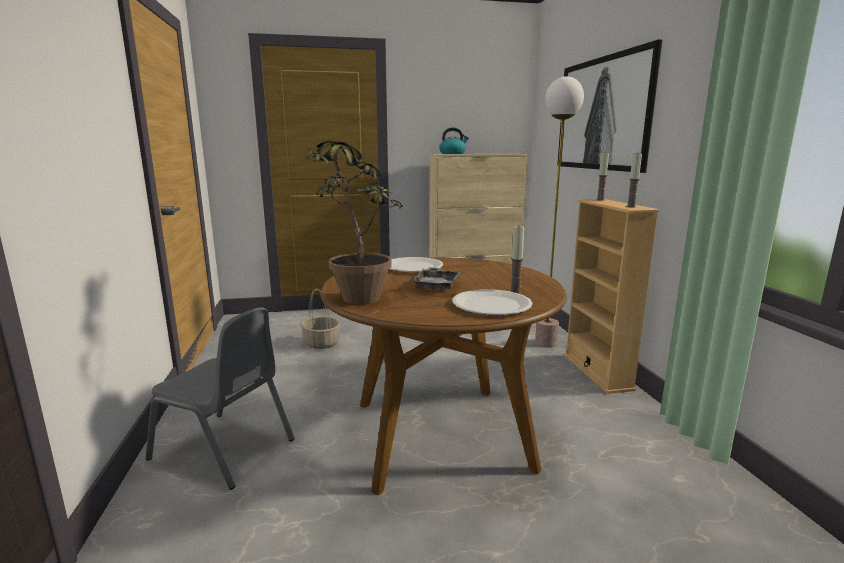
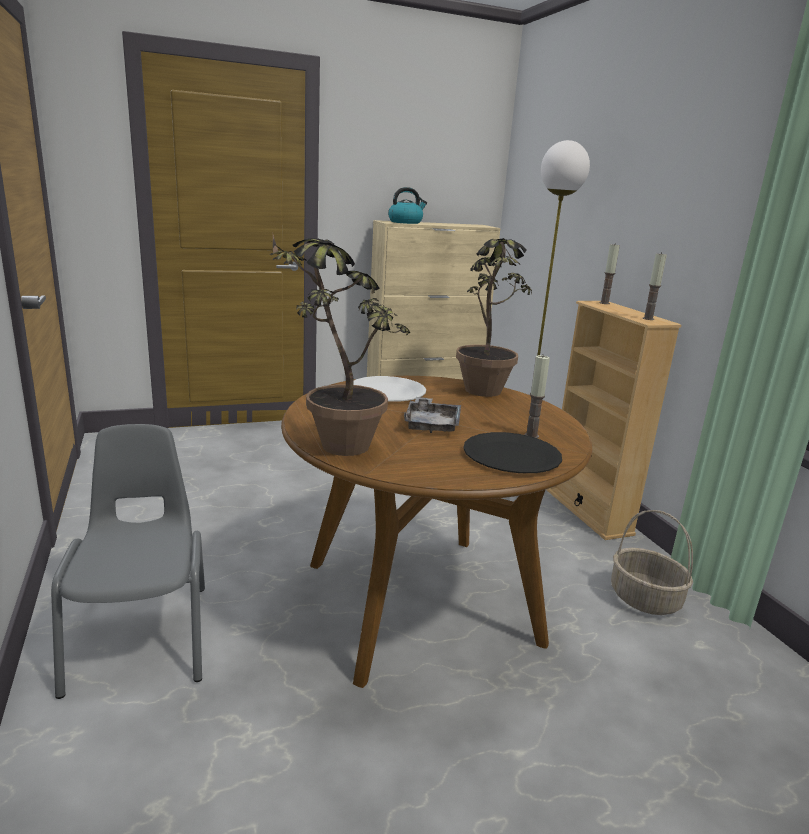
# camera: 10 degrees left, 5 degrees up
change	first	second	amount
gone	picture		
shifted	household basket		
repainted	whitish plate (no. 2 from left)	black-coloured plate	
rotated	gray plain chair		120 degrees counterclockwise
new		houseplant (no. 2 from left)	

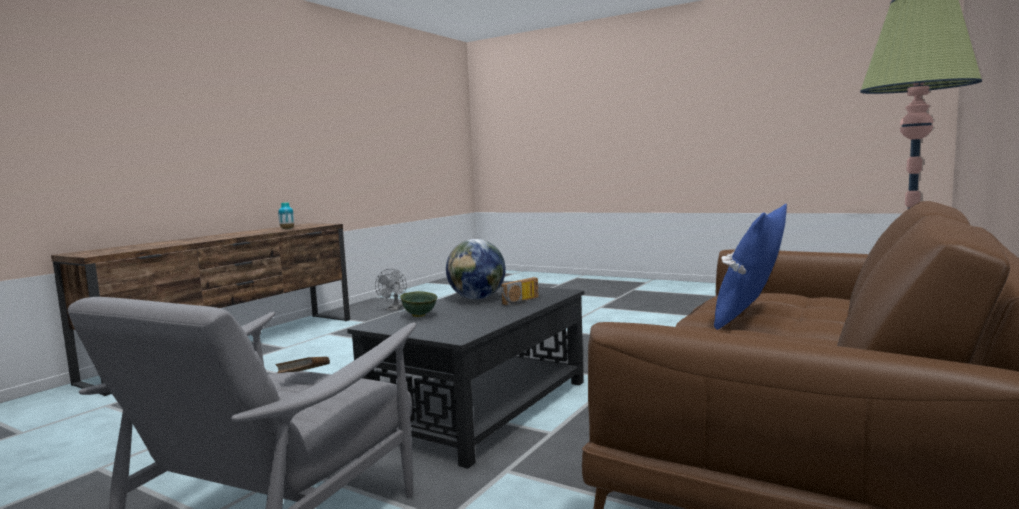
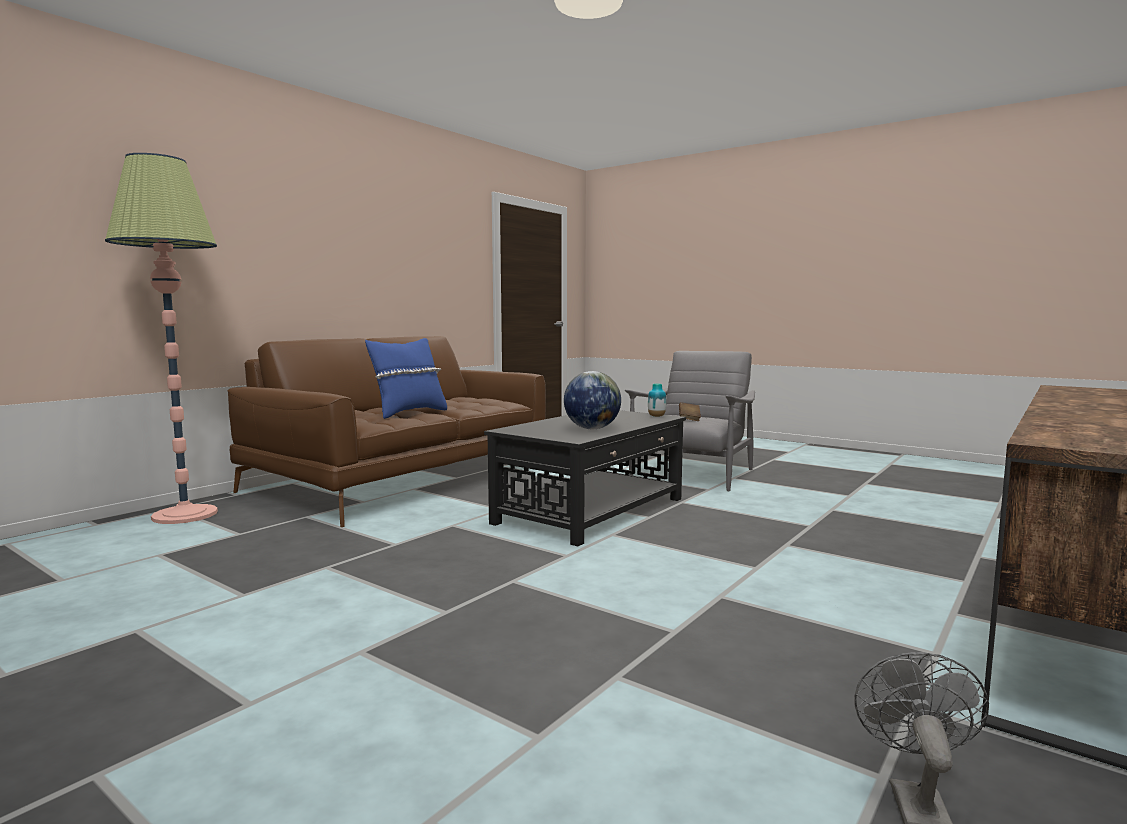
# camera: 175 degrees left, 0 degrees up
change	first	second	amount
shifted	flower vase		
gone	radio receiver		
gone	green-coloured deep dish		

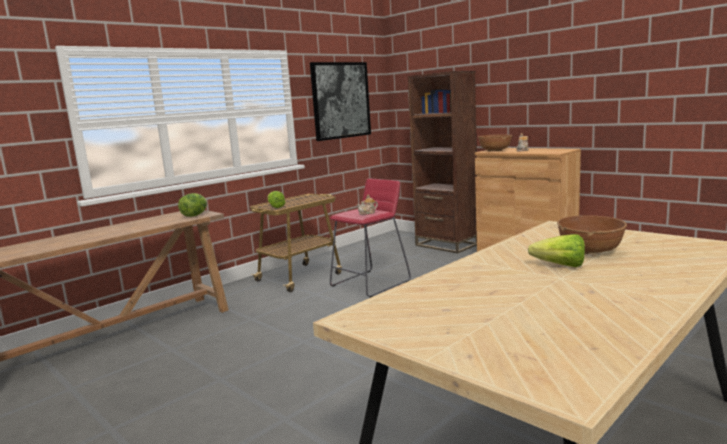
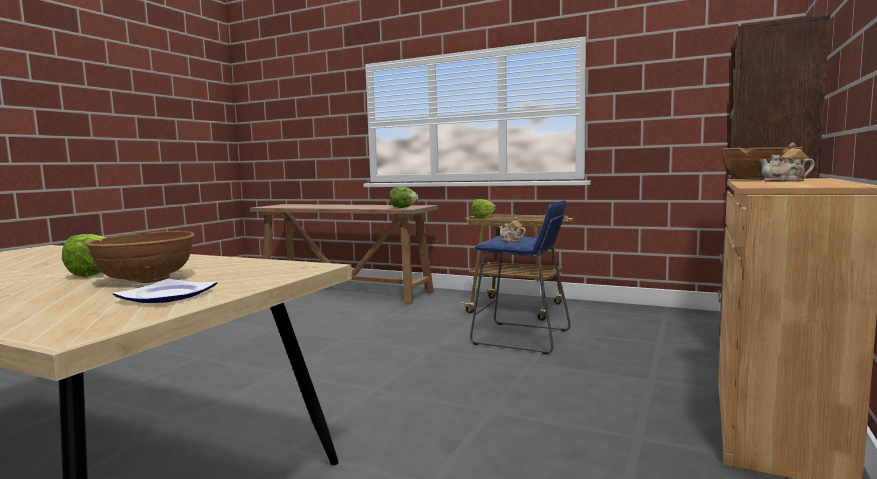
# camera: 70 degrees right, 5 degrees down
change	first	second	amount
gone	picture		
repainted	reddish stool	blue stool	
new		plate	

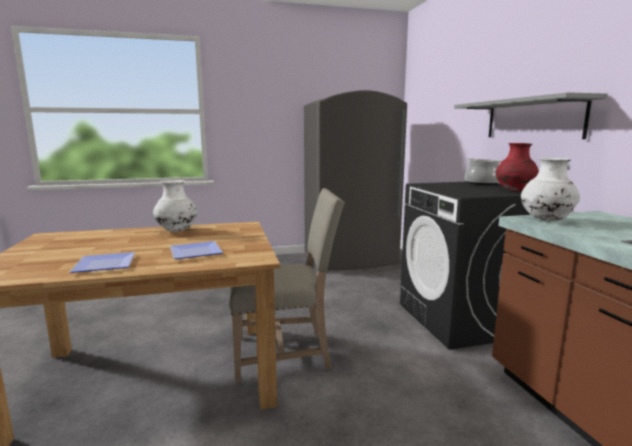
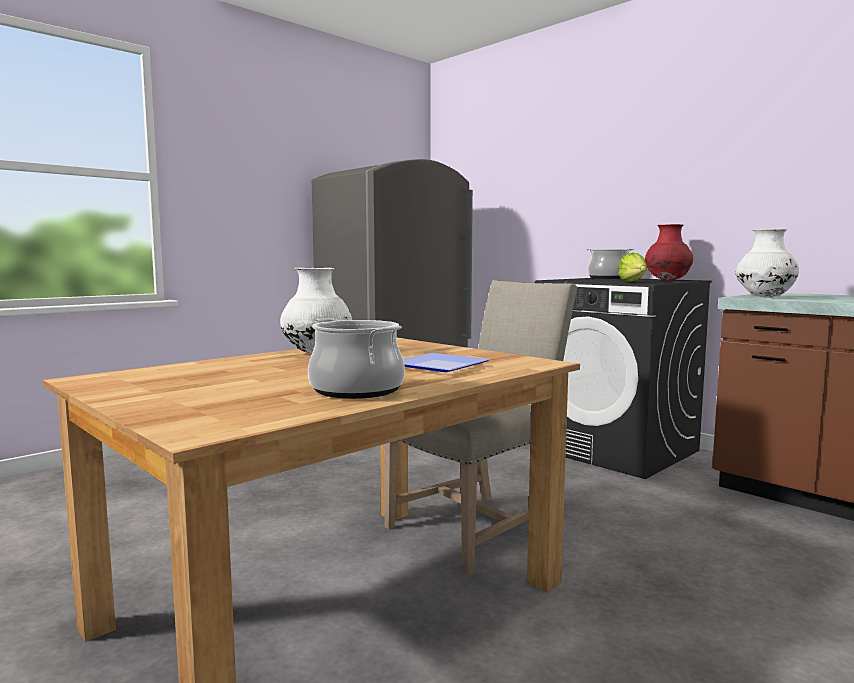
# camera: 30 degrees left, 5 degrees down
change	first	second	amount
gone	gray wall shelf		
swapped	plate (no. 1 from left)	saucepot (no. 1 from left)	
new		lettuce head	

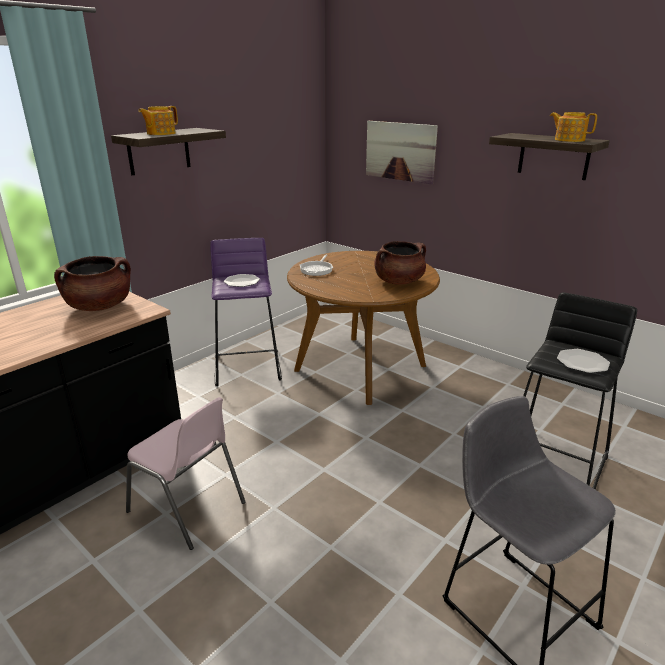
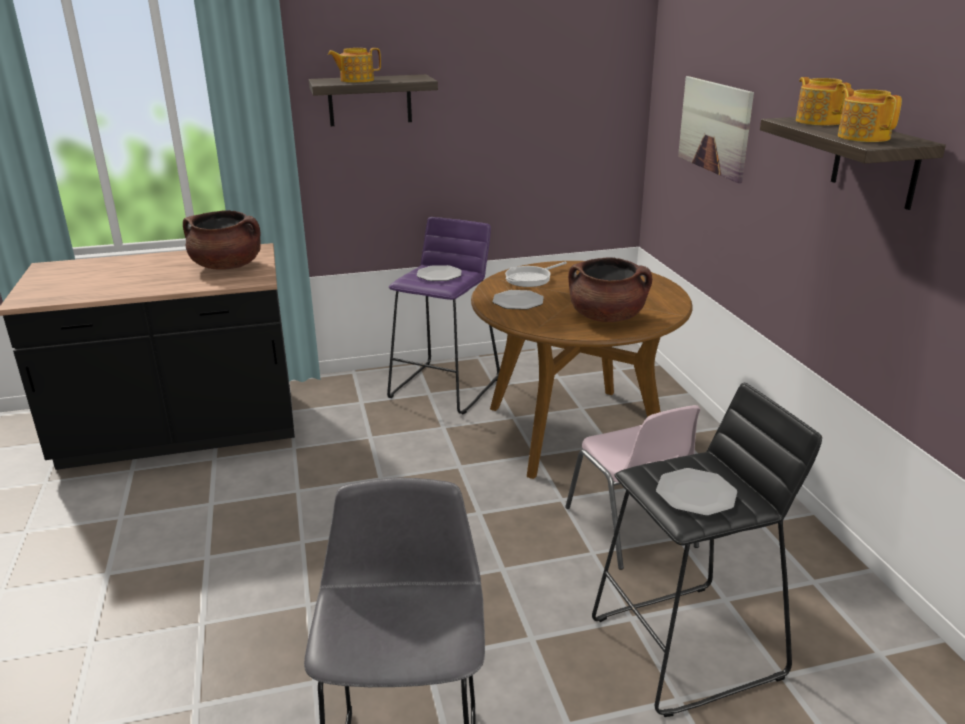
# camera: 35 degrees right, 0 degrees up
change	first	second	amount
shifted	pink plain chair		
new		teapot (no. 2 from left)	
new		plate (no. 2 from left)	

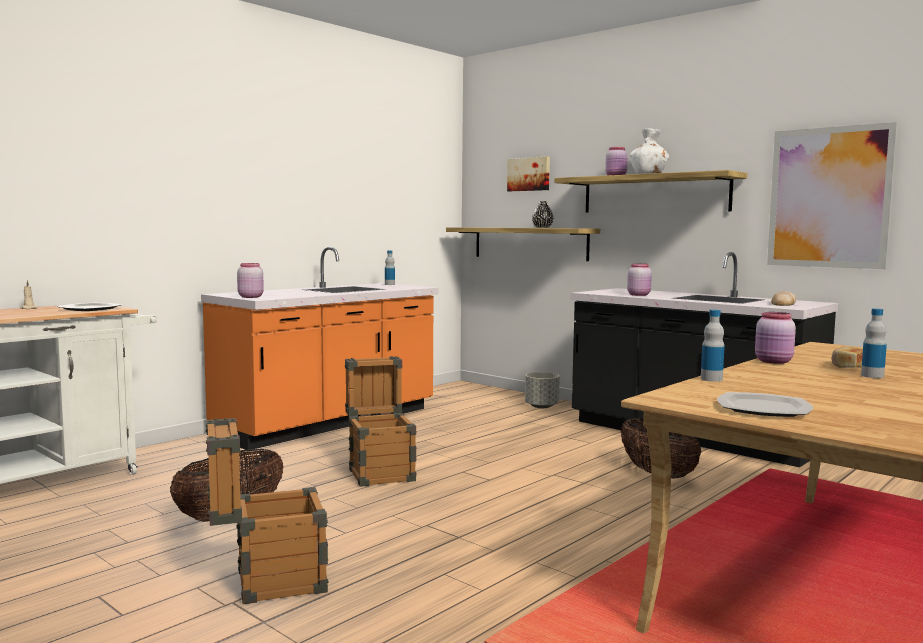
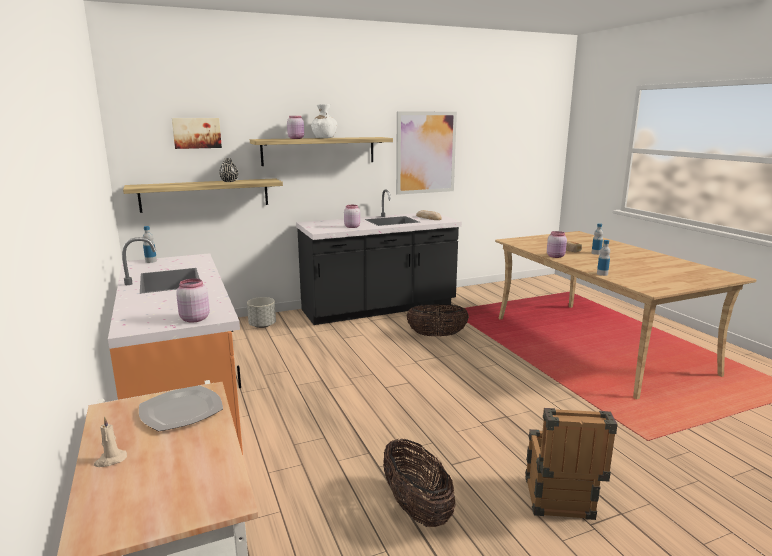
# camera: 65 degrees left, 10 degrees up
change	first	second	amount
gone	crate (no. 2 from left)		
gone	plate (no. 2 from left)		

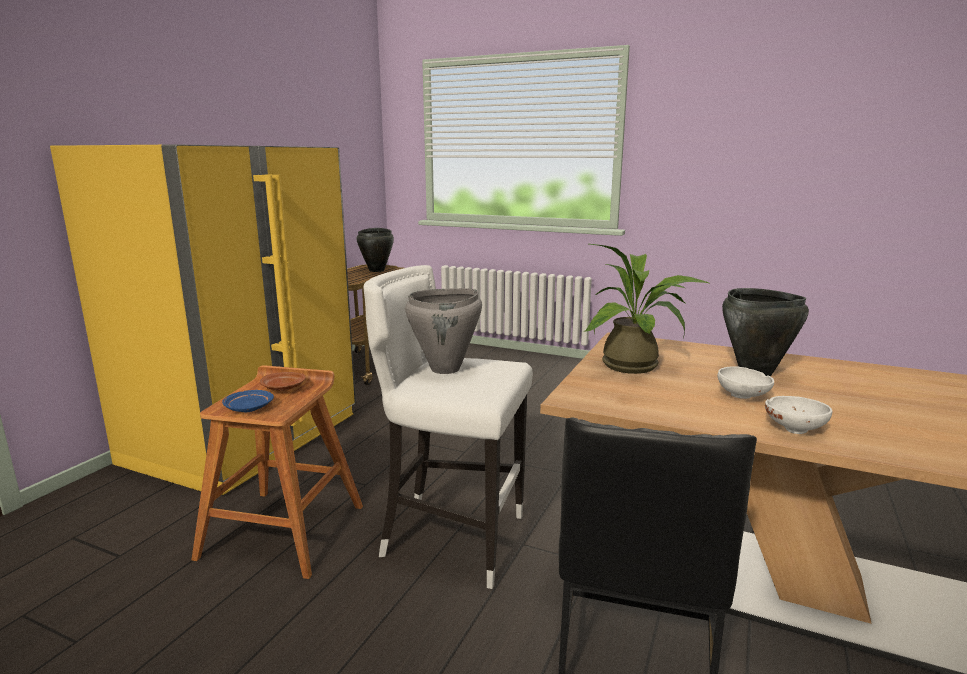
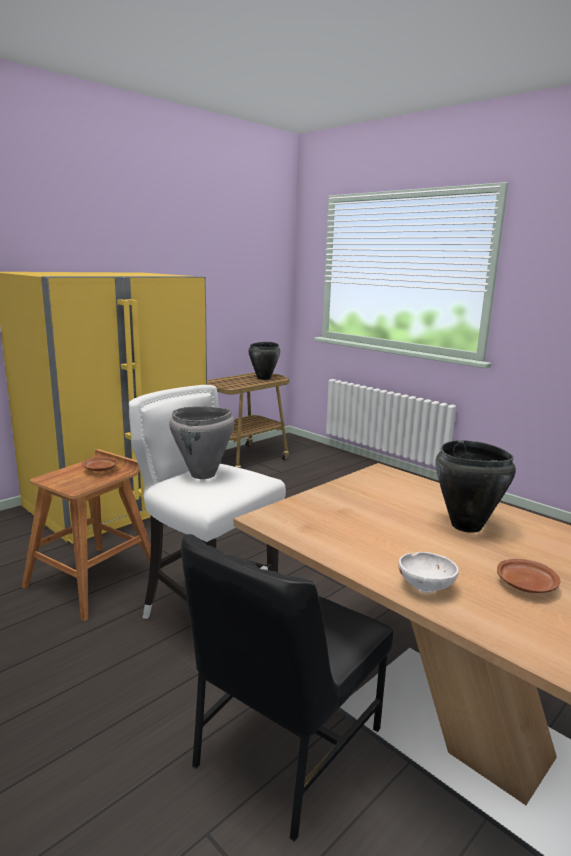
# camera: 20 degrees right, 0 degrees up
change	first	second	amount
gone	houseplant		
gone	whitish deep dish (no. 1 from left)		
gone	blue plate		
new		brown-coloured plate (no. 2 from left)	

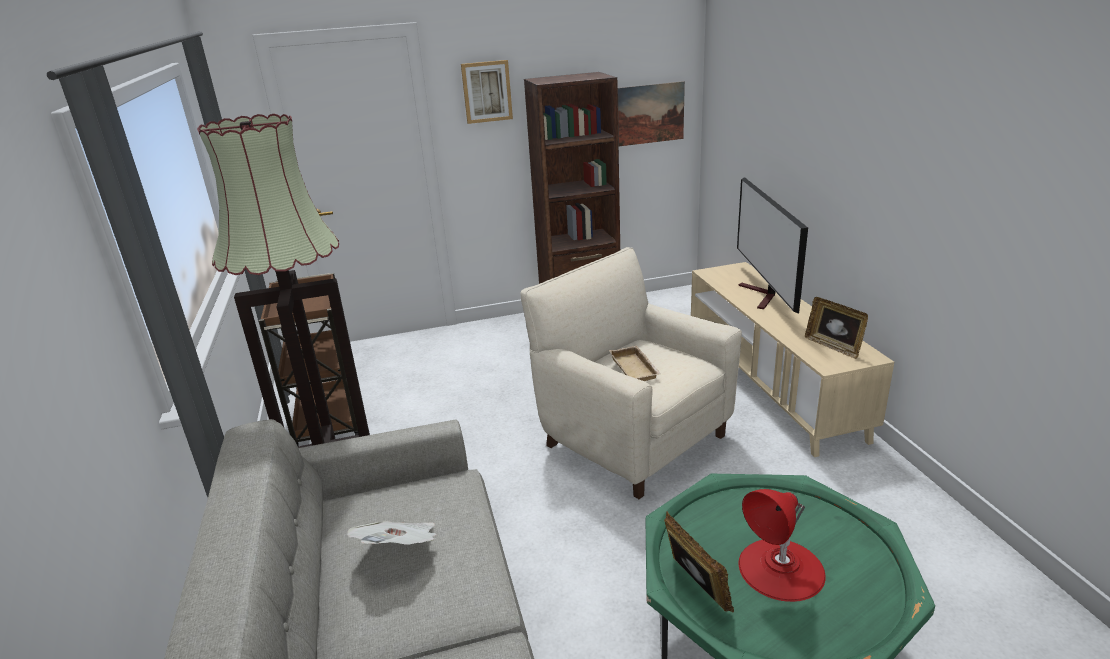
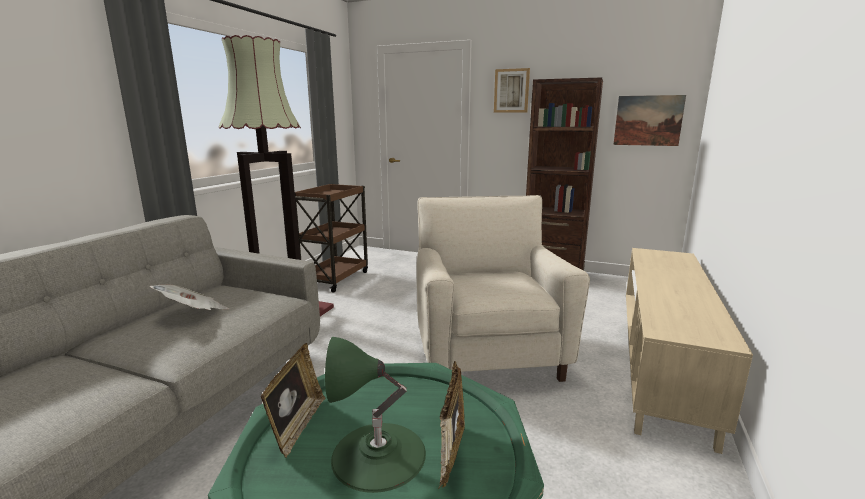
# camera: 35 degrees right, 10 degrees down
change	first	second	amount
gone	TV set		
shifted	picture frame (no. 2 from left)		
gone	beige serving tray		
repainted	reddish lamp for a table	green-coloured lamp for a table	

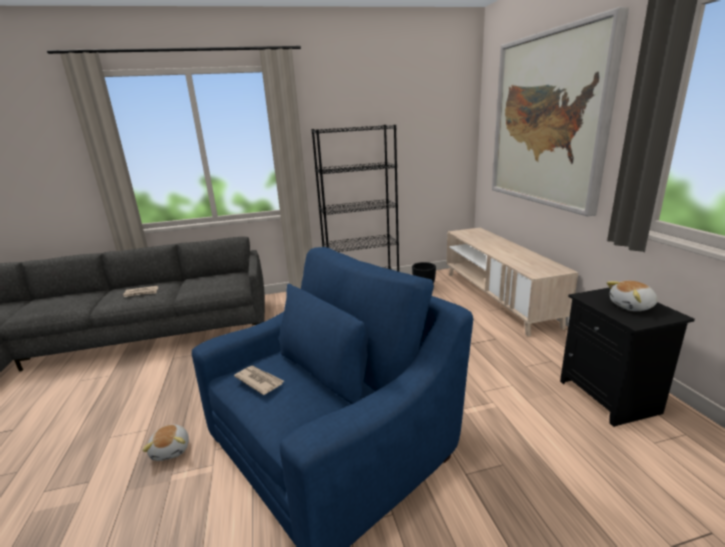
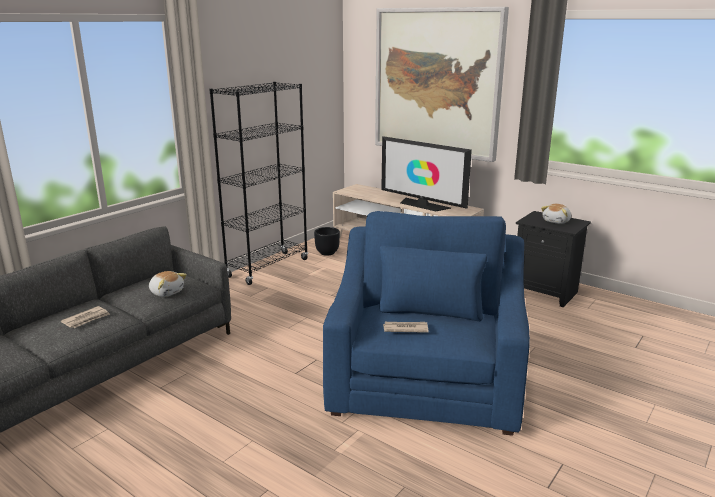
# camera: 40 degrees left, 0 degrees up
change	first	second	amount
shifted	soft toy (no. 1 from left)		
new		TV set	

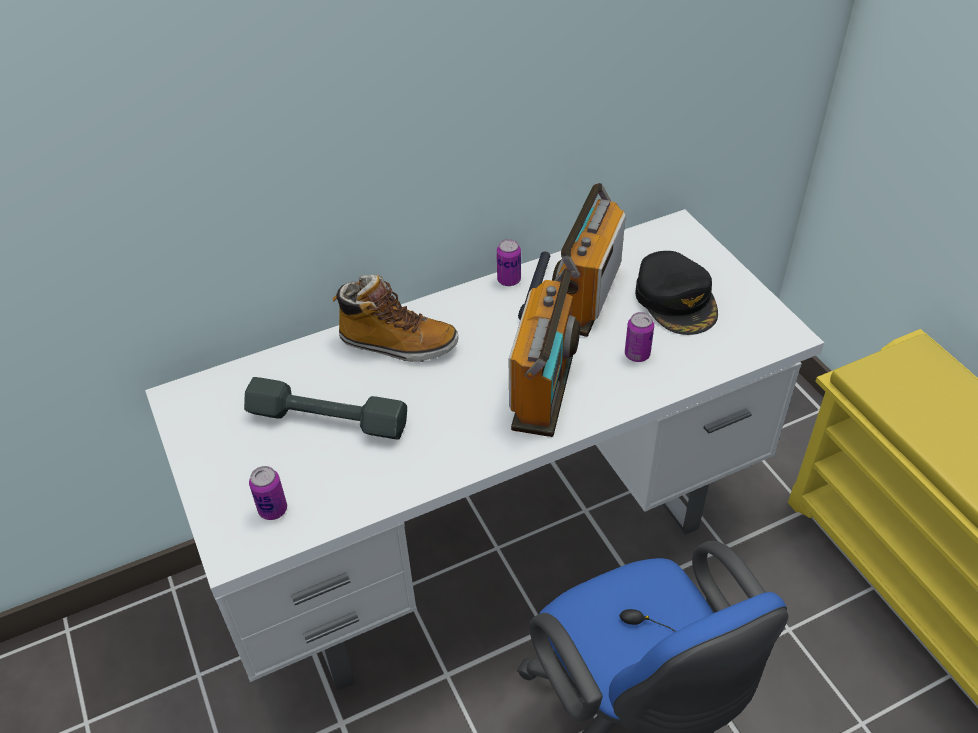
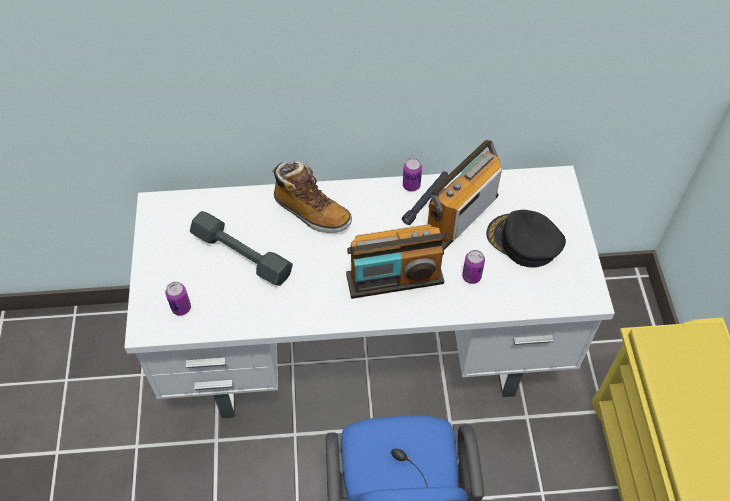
# camera: 20 degrees right, 10 degrees up
change	first	second	amount
rotated	black-coloured cap		120 degrees clockwise
rotated	radio receiver (no. 1 from left)		45 degrees clockwise

